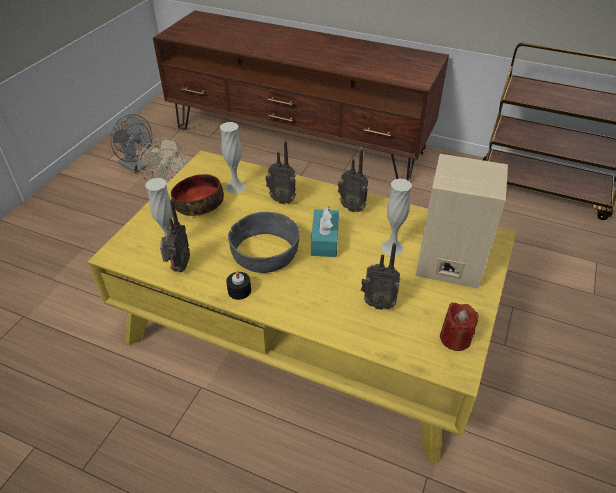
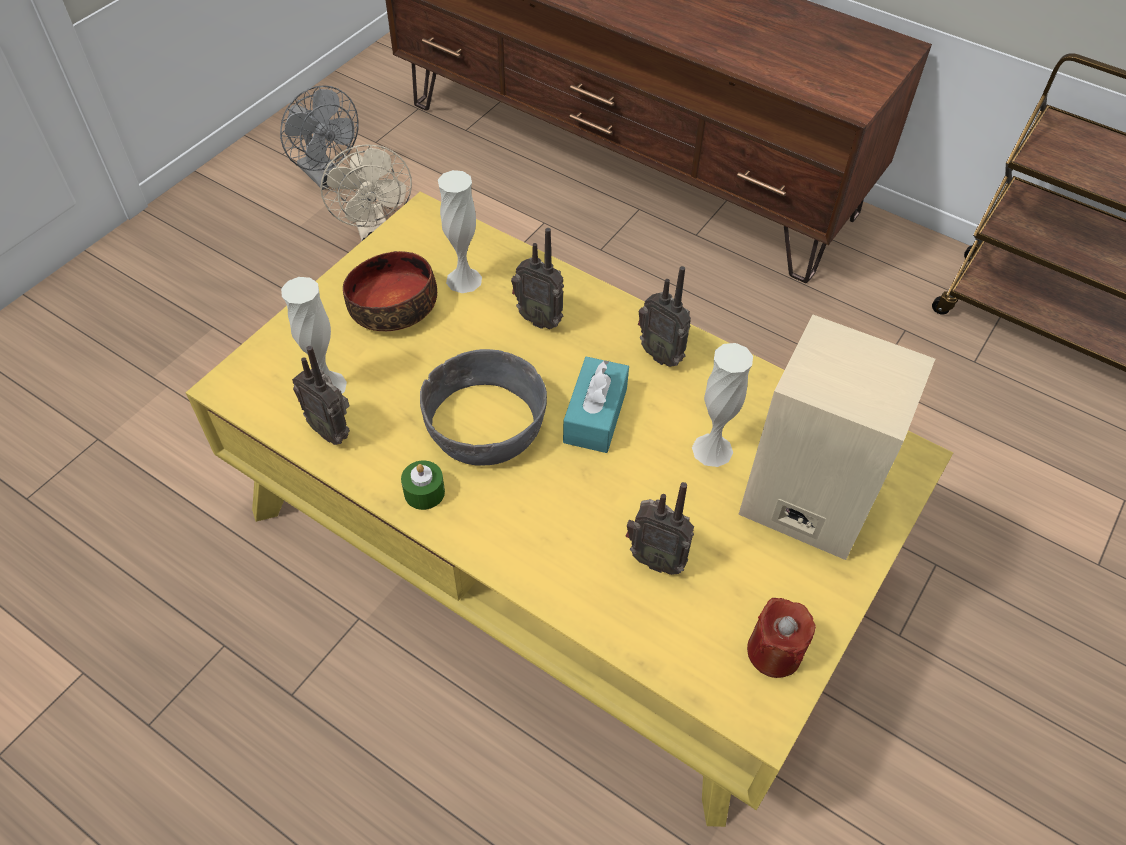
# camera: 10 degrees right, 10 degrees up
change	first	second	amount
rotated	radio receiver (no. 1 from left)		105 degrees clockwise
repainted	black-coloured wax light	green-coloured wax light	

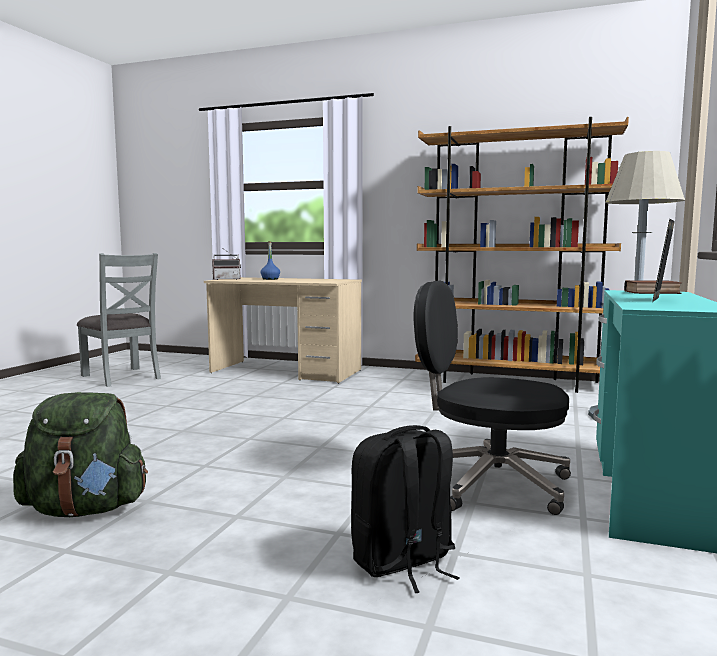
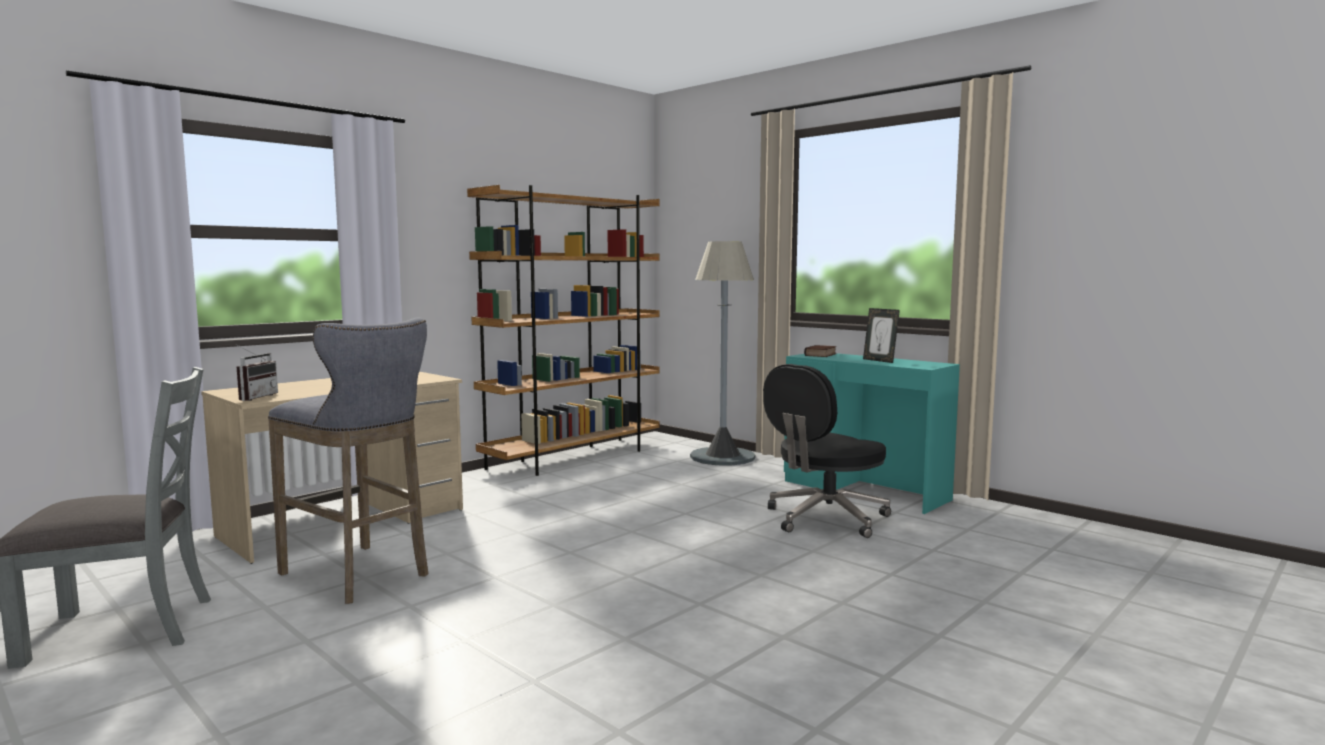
# camera: 65 degrees left, 0 degrees up
change	first	second	amount
gone	blue drink bottle		
gone	green-coloured knapsack		
gone	black-coloured knapsack		
new		gray stool	

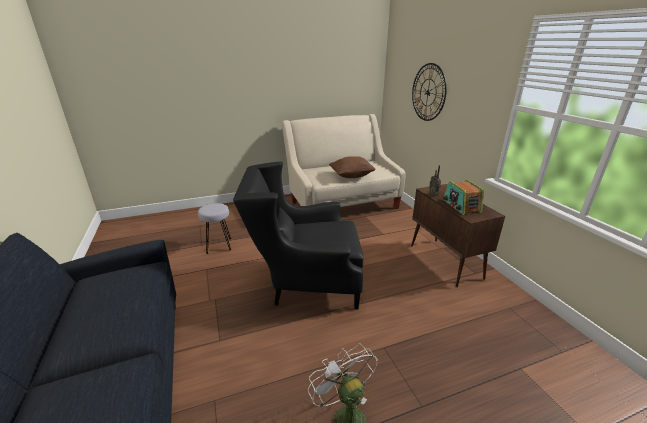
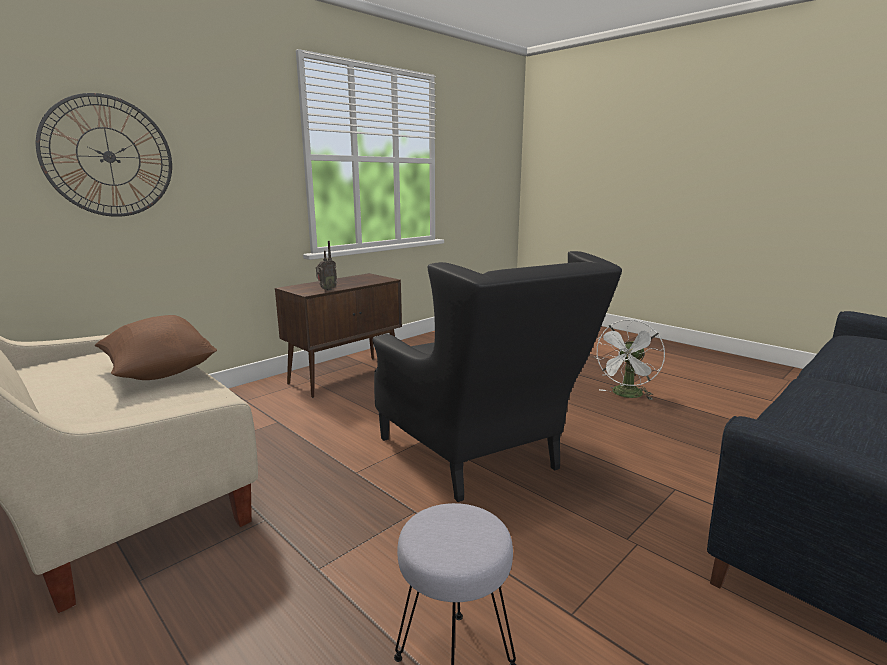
# camera: 115 degrees left, 10 degrees down
change	first	second	amount
gone	radio receiver (no. 2 from left)		

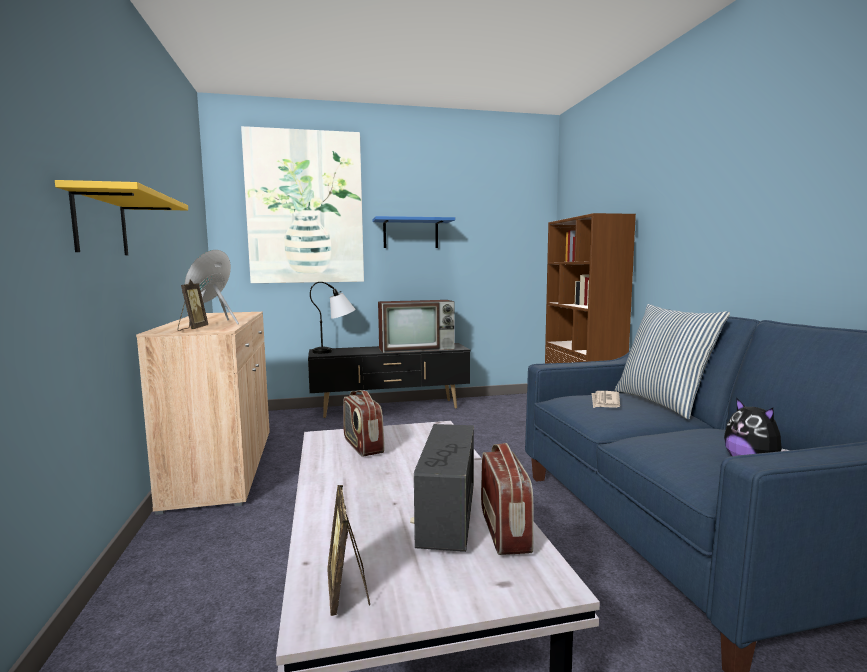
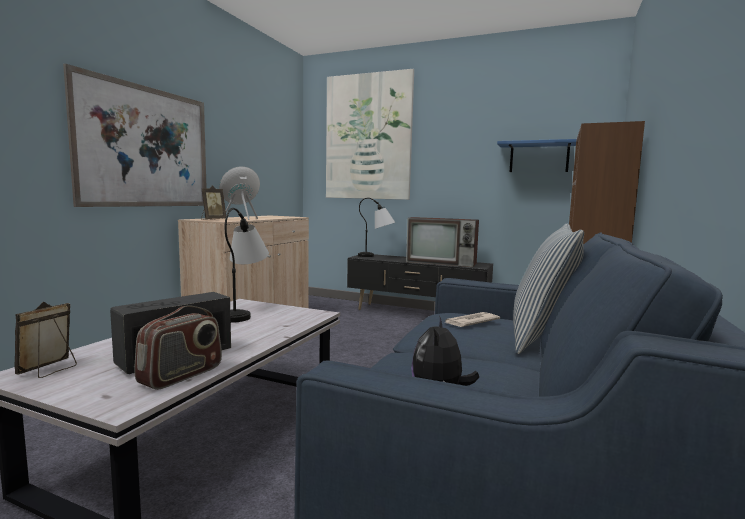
# camera: 35 degrees right, 0 degrees up
change	first	second	amount
swapped	yellow wall shelf	picture (no. 1 from left)	
shifted	blue wall shelf		
swapped	radio receiver (no. 1 from left)	lamp for a table (no. 1 from left)	

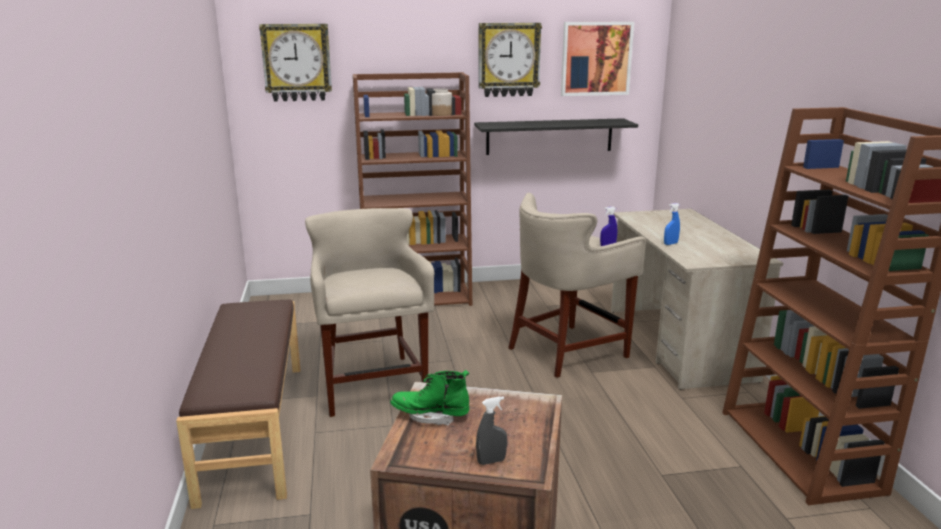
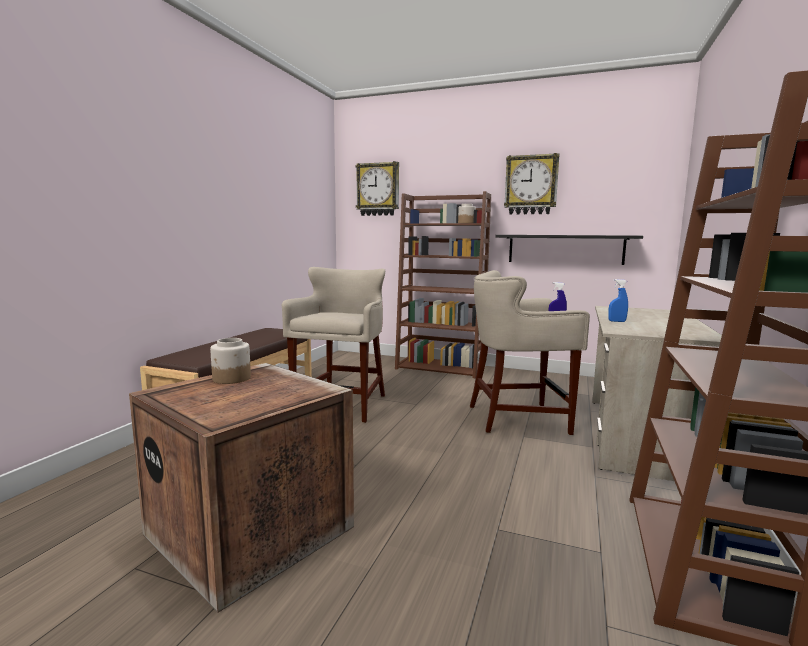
# camera: 30 degrees right, 10 degrees down
change	first	second	amount
gone	picture		
swapped	green-coloured boot	preserve jar (no. 1 from left)	
gone	gray spray bottle		

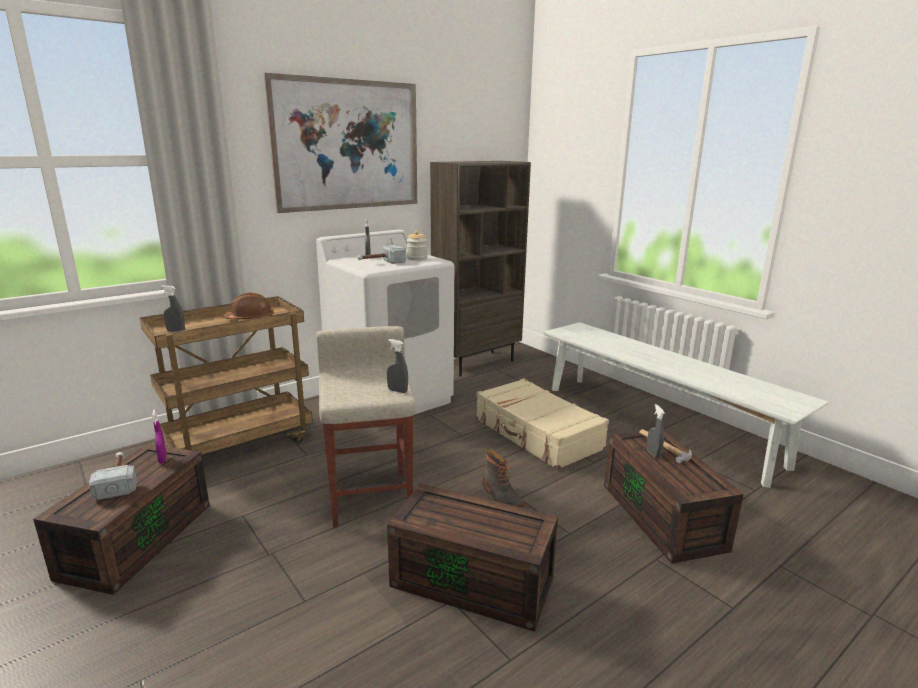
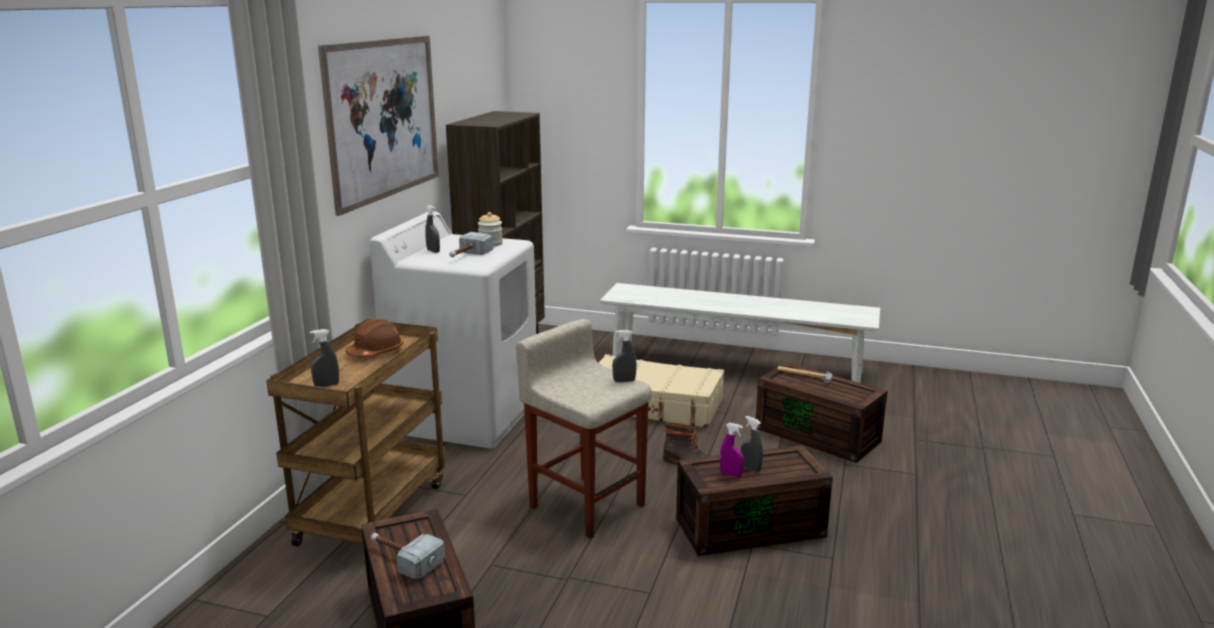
# camera: 35 degrees left, 0 degrees up
change	first	second	amount
shifted	gray spray bottle (no. 4 from left)		
shifted	purple spray bottle		

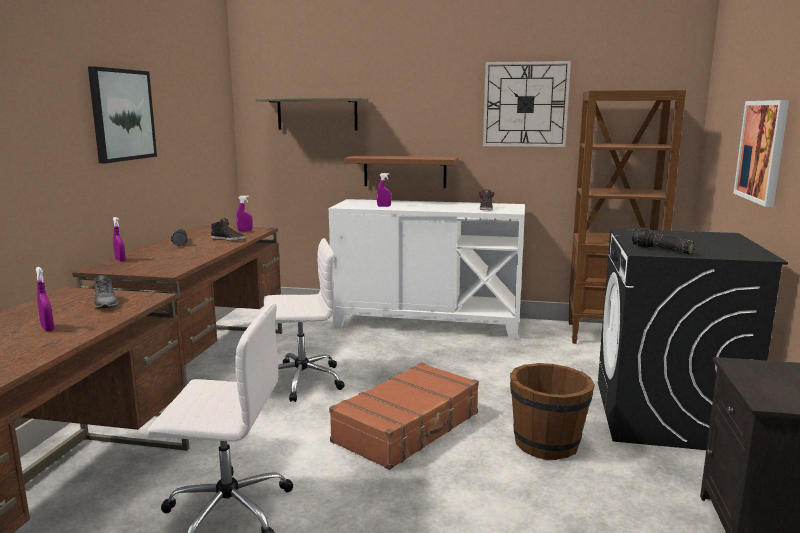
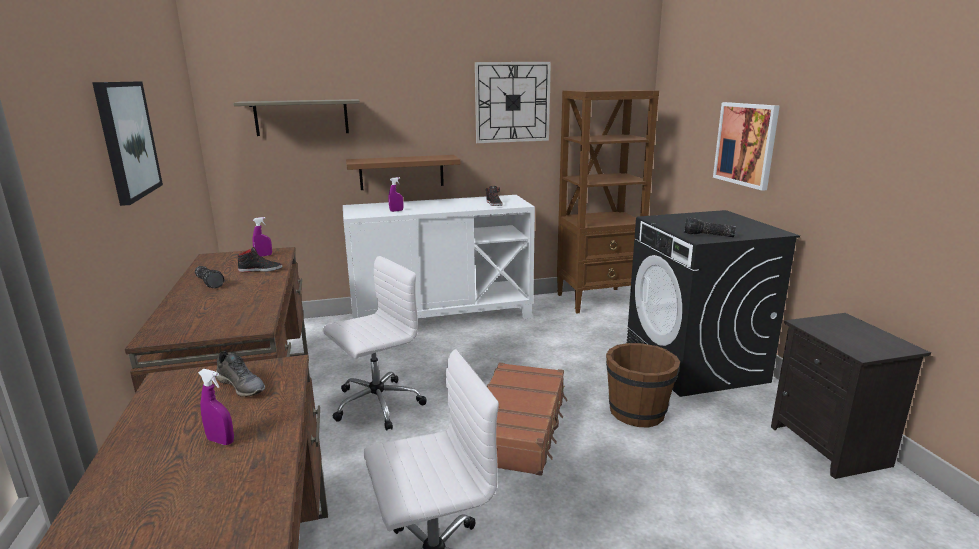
# camera: 25 degrees left, 5 degrees up
change	first	second	amount
gone	purple spray bottle (no. 2 from left)		

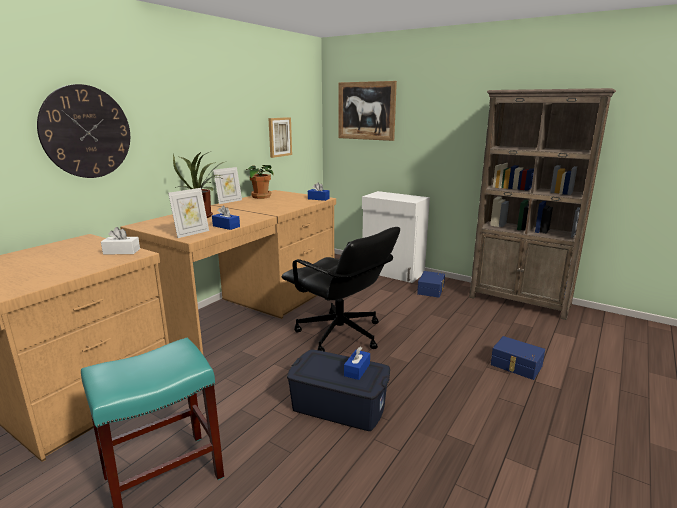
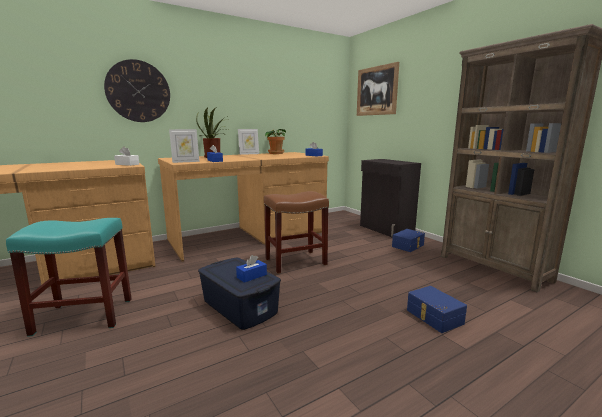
# camera: 25 degrees right, 5 degrees down
change	first	second	amount
gone	picture (no. 1 from left)		
repainted	whitish cabinet	black-coloured cabinet	
swapped	black-coloured office chair	brown-coloured stool	

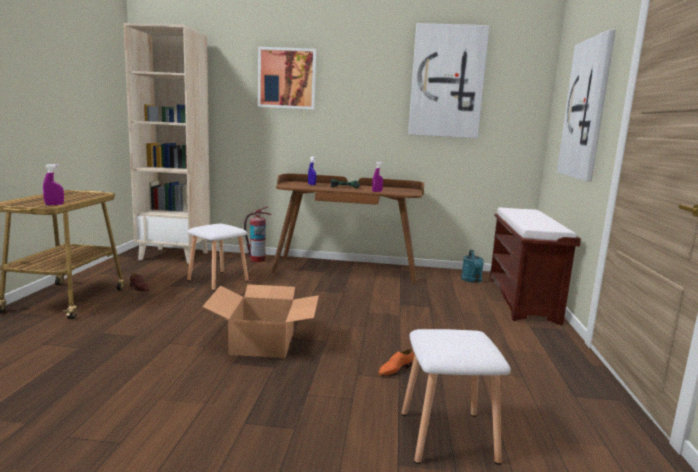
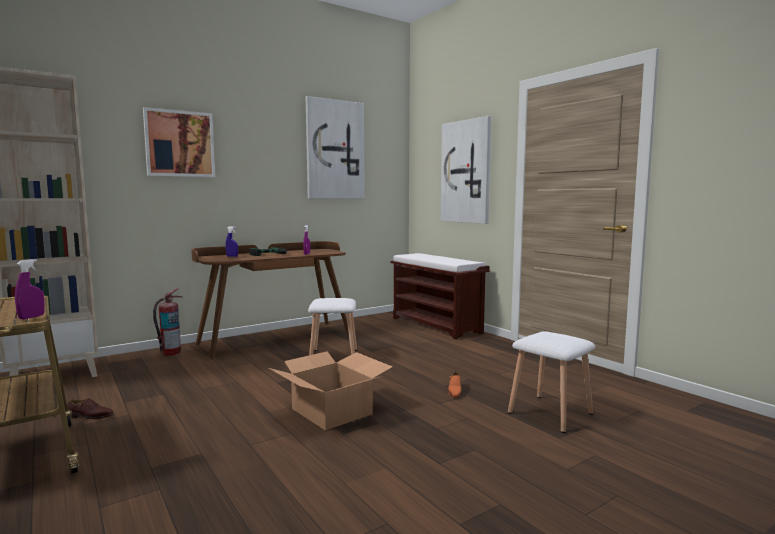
# camera: 40 degrees left, 5 degrees down
change	first	second	amount
shifted	whitish stool (no. 1 from left)		
gone	turquoise-coloured sprinkling can		

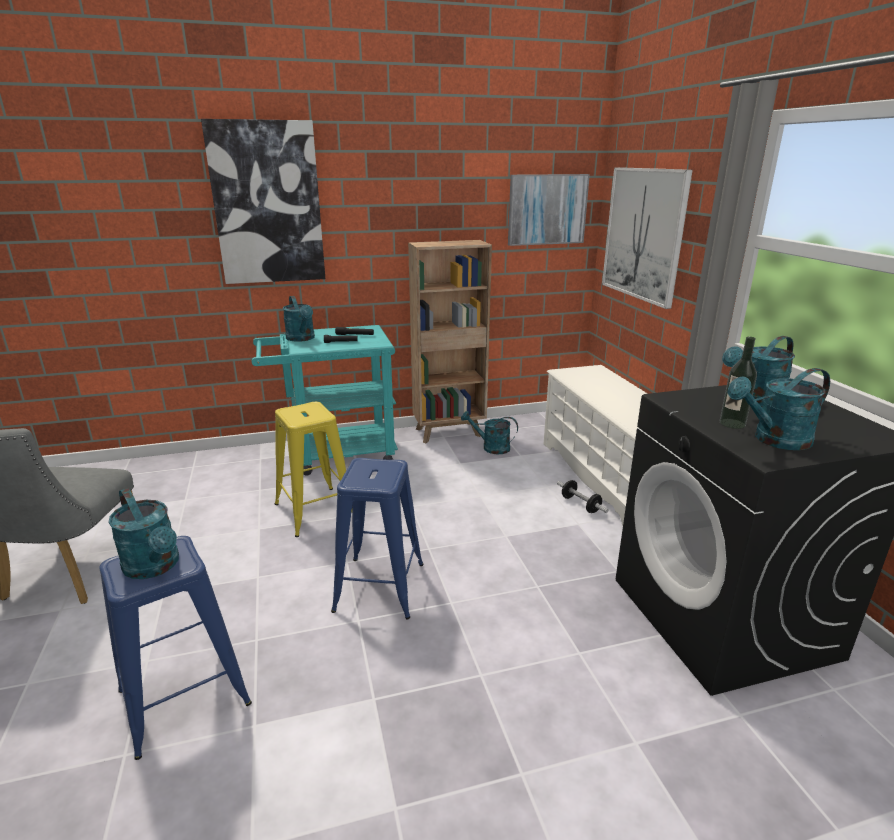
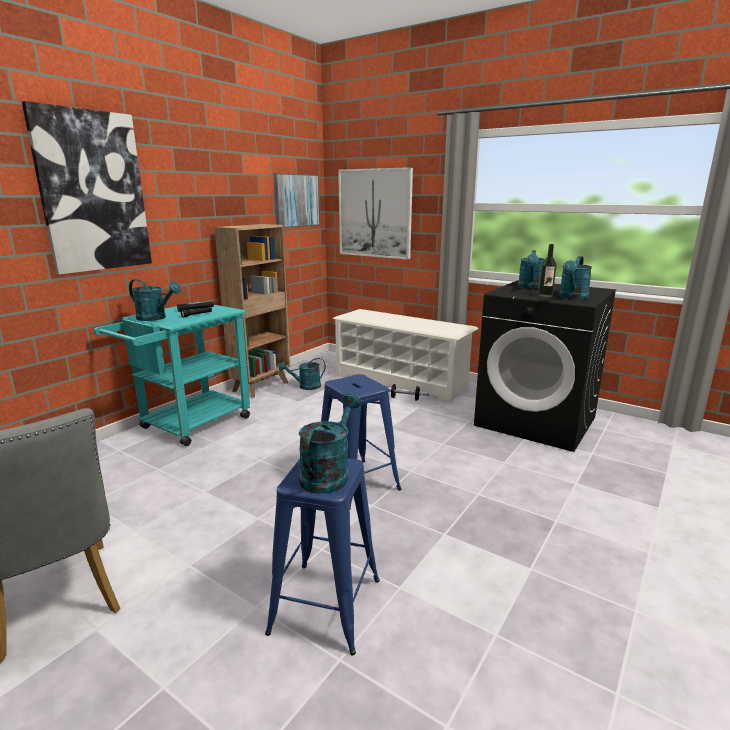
# camera: 40 degrees left, 5 degrees down
change	first	second	amount
gone	yellow stool		
rotated	turquoise-coloured sprinkling can (no. 1 from left in the first image)	turquoise-coloured sprinkling can (no. 3 from left)	75 degrees counterclockwise

